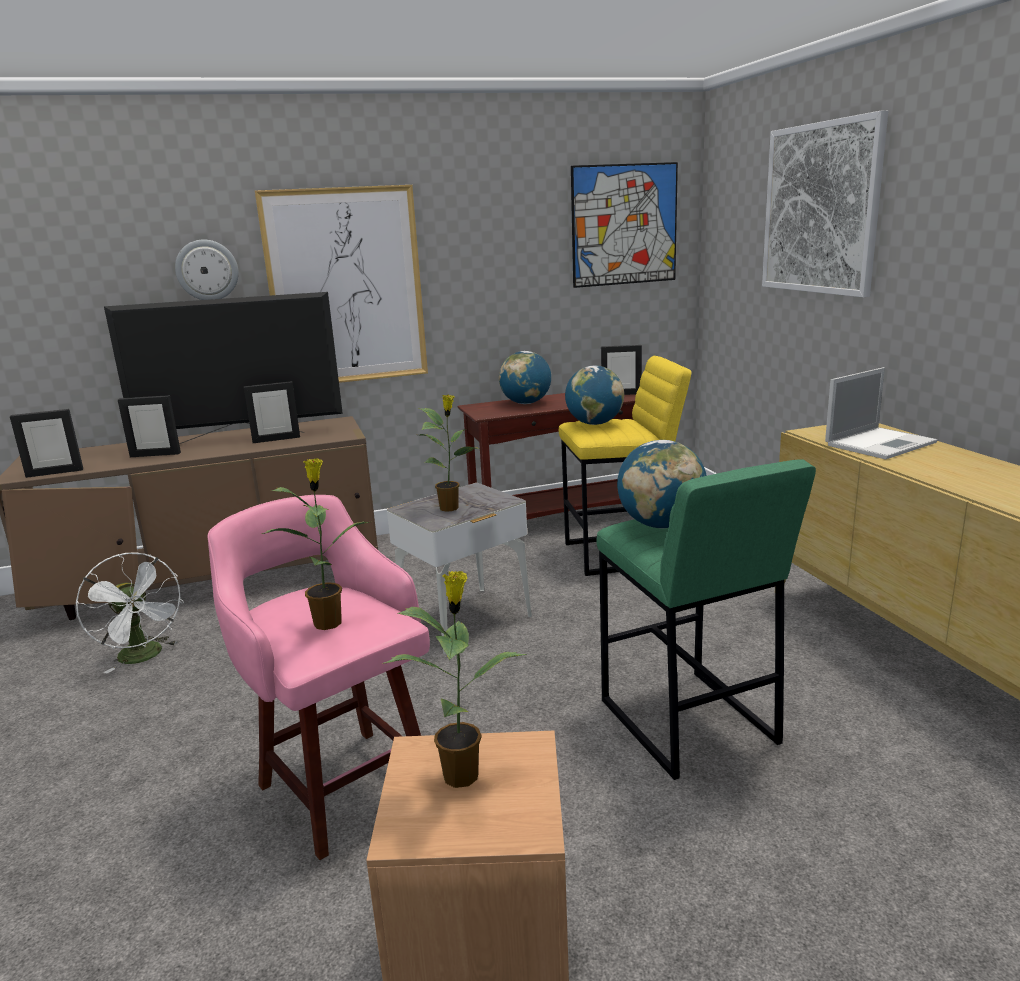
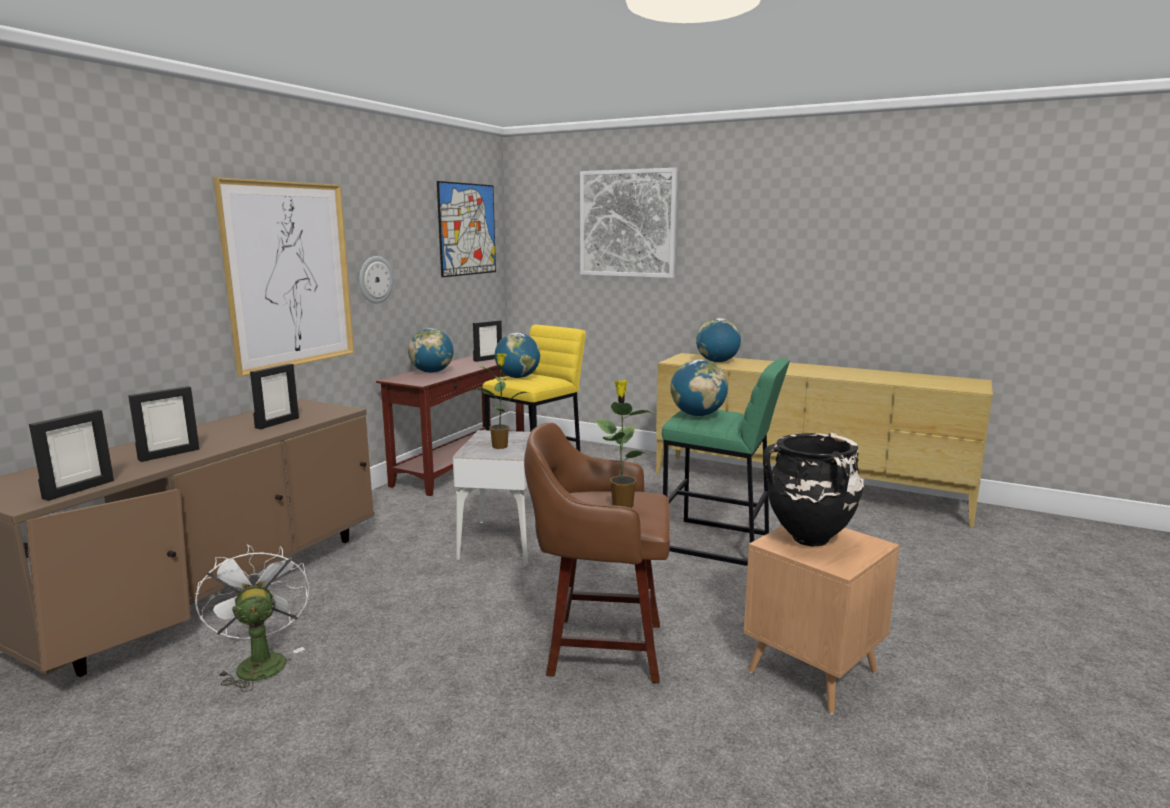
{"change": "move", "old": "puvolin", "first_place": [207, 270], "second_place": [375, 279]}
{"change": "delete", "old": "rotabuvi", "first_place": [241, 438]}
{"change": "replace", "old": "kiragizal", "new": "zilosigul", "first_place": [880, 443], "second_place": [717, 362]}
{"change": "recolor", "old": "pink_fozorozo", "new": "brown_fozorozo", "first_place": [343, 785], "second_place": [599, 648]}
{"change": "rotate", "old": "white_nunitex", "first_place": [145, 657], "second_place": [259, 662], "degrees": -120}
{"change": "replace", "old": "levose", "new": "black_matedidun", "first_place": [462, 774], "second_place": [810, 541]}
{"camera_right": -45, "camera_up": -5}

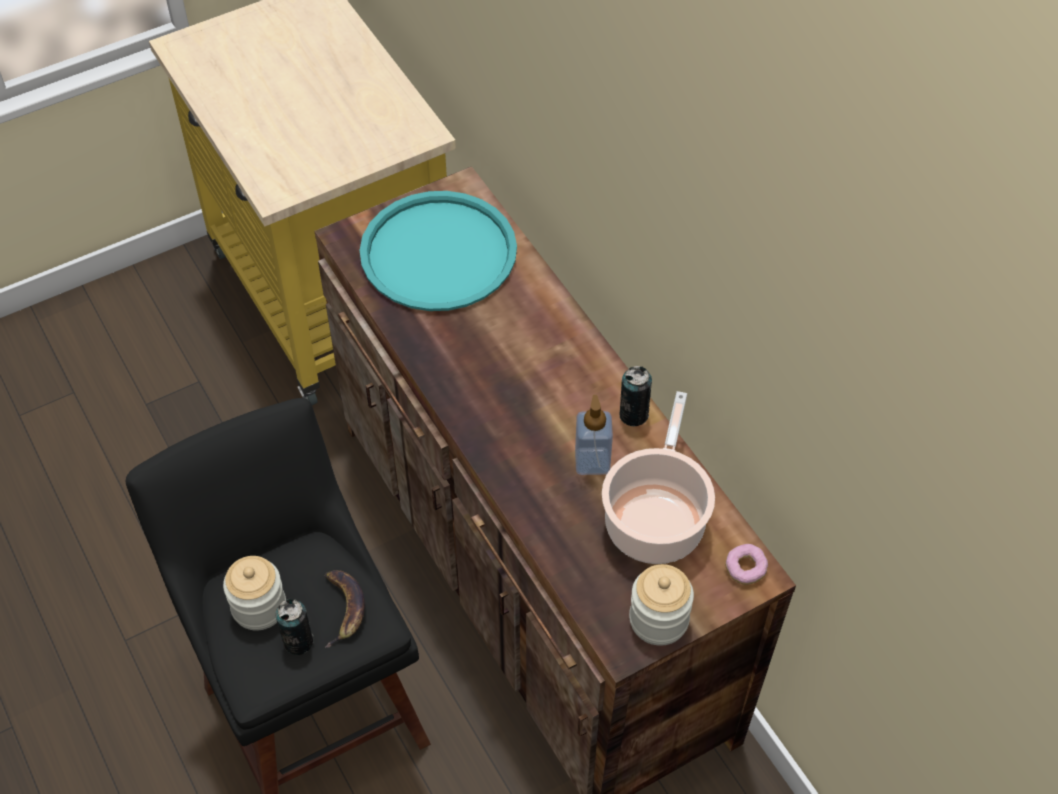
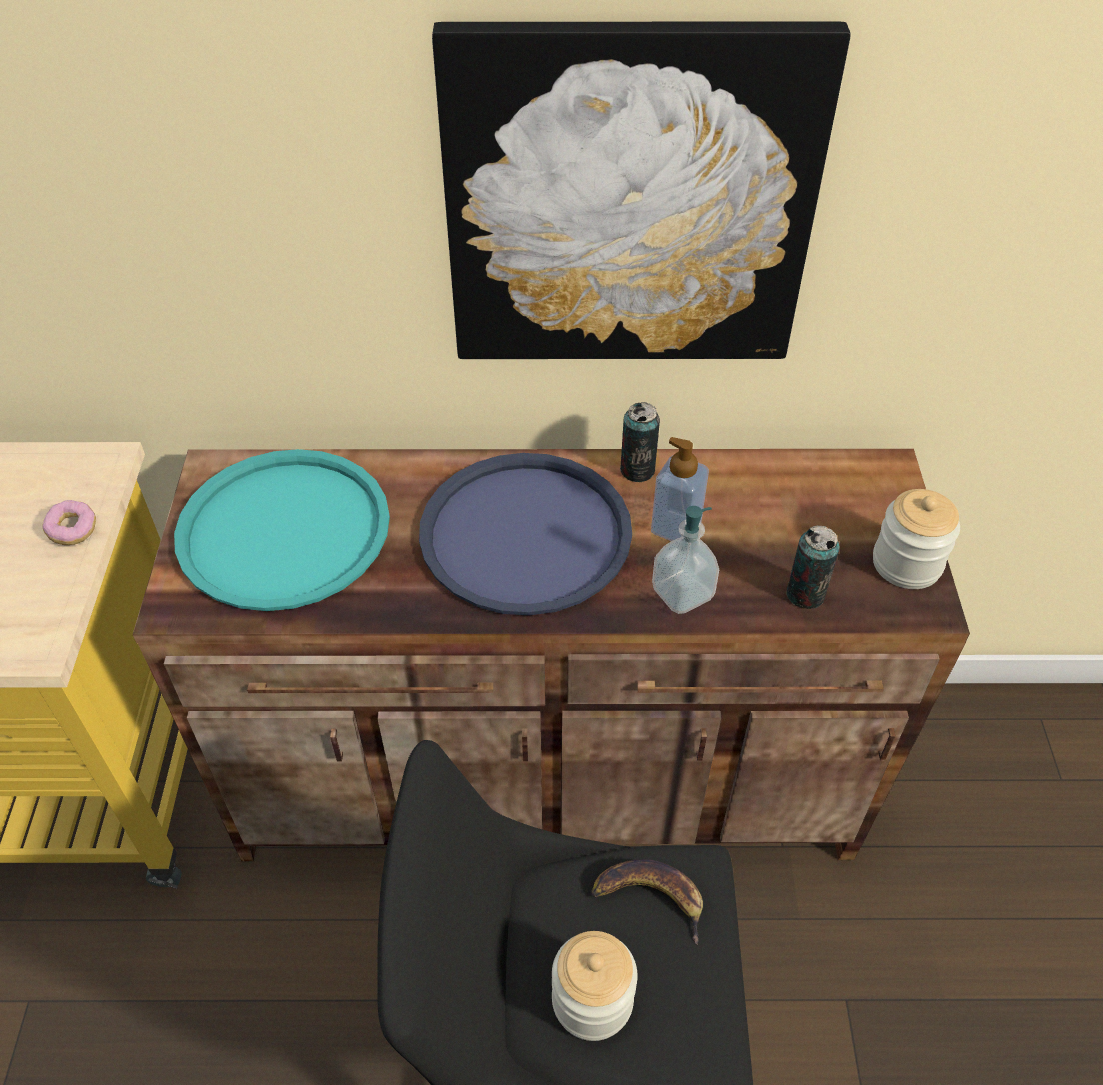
{"change": "delete", "old": "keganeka", "first_place": [656, 519]}
{"change": "move", "old": "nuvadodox", "first_place": [745, 569], "second_place": [73, 530]}
{"change": "move", "old": "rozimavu", "first_place": [298, 641], "second_place": [805, 594]}
{"change": "insert", "new": "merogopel", "second_place": [629, 202]}
{"change": "insert", "new": "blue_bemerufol", "second_place": [526, 534]}
{"change": "insert", "new": "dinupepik", "second_place": [682, 593]}
{"camera_right": -60, "camera_up": -5}

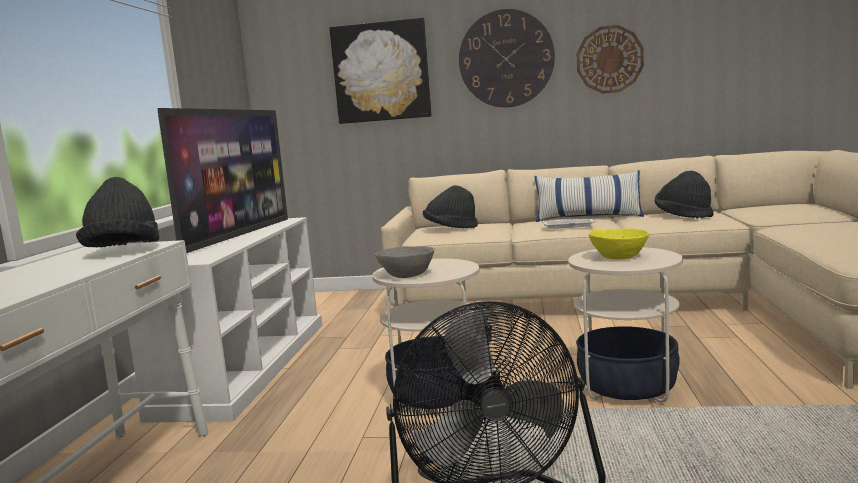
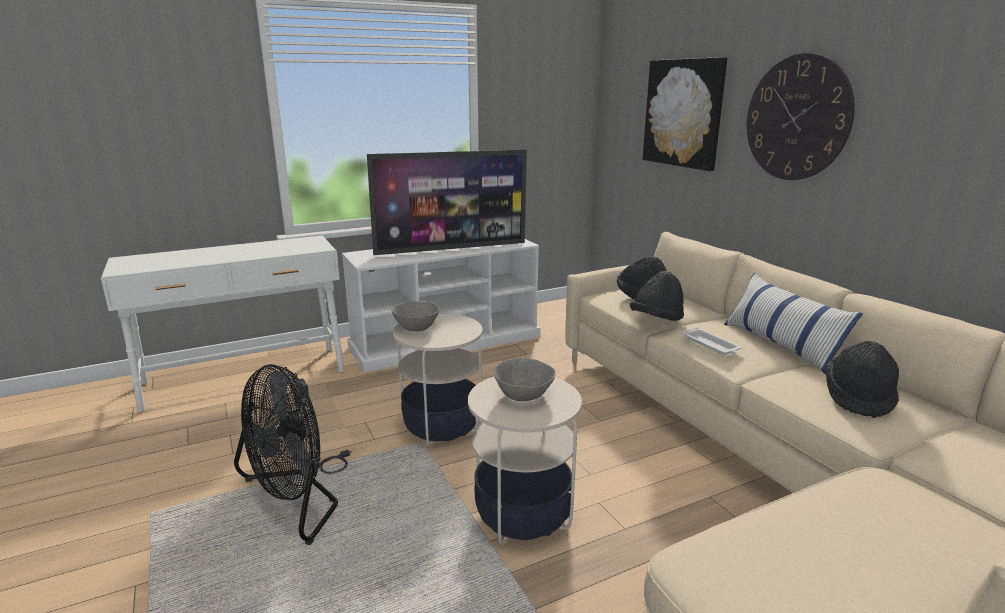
{"change": "delete", "old": "puvolin", "first_place": [609, 59]}
{"change": "move", "old": "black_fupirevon", "first_place": [123, 251], "second_place": [656, 320]}
{"change": "recolor", "old": "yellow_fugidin", "new": "grey_fugidin", "first_place": [619, 257], "second_place": [523, 395]}
{"camera_right": 55, "camera_up": 10}

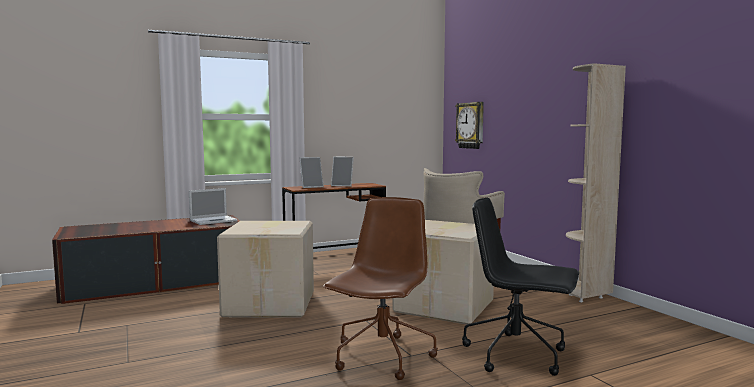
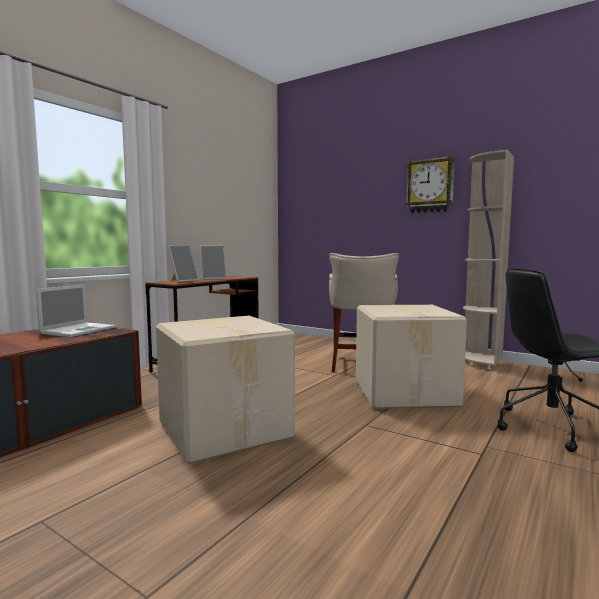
{"change": "move", "old": "puvolin", "first_place": [471, 125], "second_place": [430, 186]}
{"change": "delete", "old": "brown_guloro", "first_place": [381, 359]}
{"camera_right": -30, "camera_up": 0}

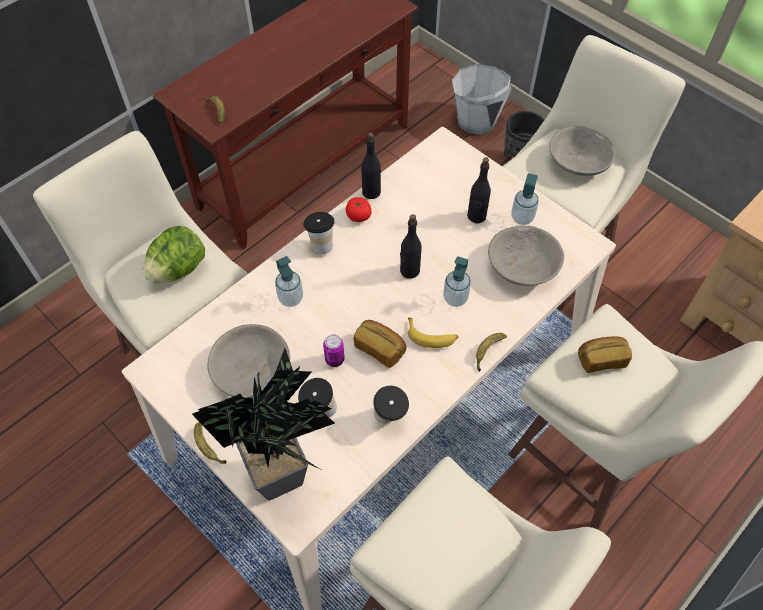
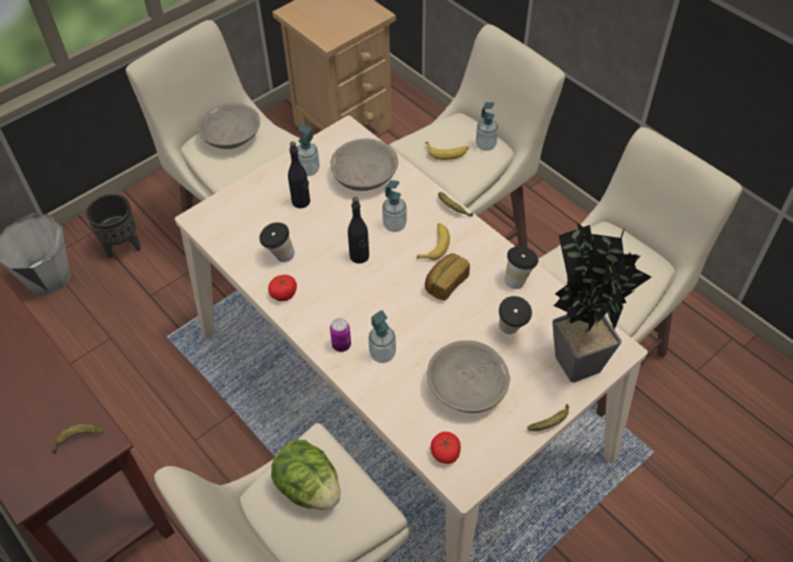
{"change": "delete", "old": "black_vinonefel", "first_place": [371, 192]}
{"change": "move", "old": "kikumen", "first_place": [321, 244], "second_place": [279, 257]}
{"change": "move", "old": "rozimavu", "first_place": [334, 359], "second_place": [341, 345]}
{"change": "replace", "old": "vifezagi", "new": "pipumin", "first_place": [601, 359], "second_place": [447, 152]}
{"change": "insert", "new": "dinupepik", "second_place": [485, 145]}
{"change": "insert", "new": "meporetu", "second_place": [445, 453]}
{"camera_right": -85, "camera_up": -5}

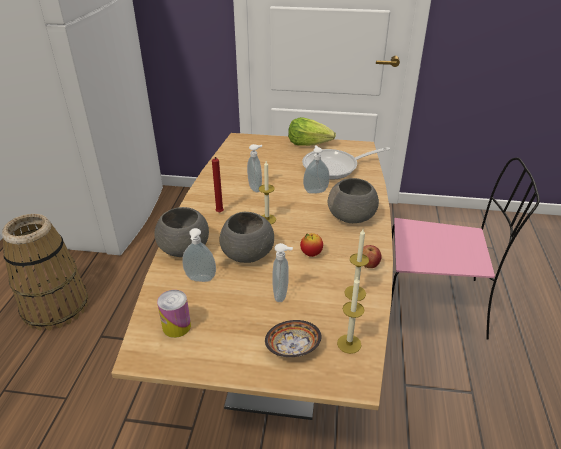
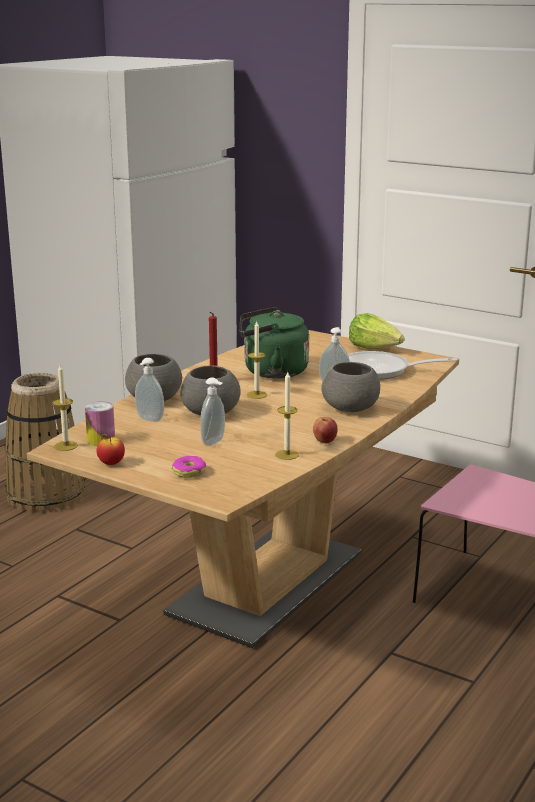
{"change": "replace", "old": "dinupepik", "new": "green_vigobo", "first_place": [256, 188], "second_place": [271, 372]}
{"change": "move", "old": "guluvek", "first_place": [311, 254], "second_place": [111, 463]}
{"change": "move", "old": "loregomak", "first_place": [349, 344], "second_place": [66, 446]}
{"change": "replace", "old": "fugidin", "new": "nuvadodox", "first_place": [294, 348], "second_place": [189, 472]}
{"camera_right": 25, "camera_up": -15}

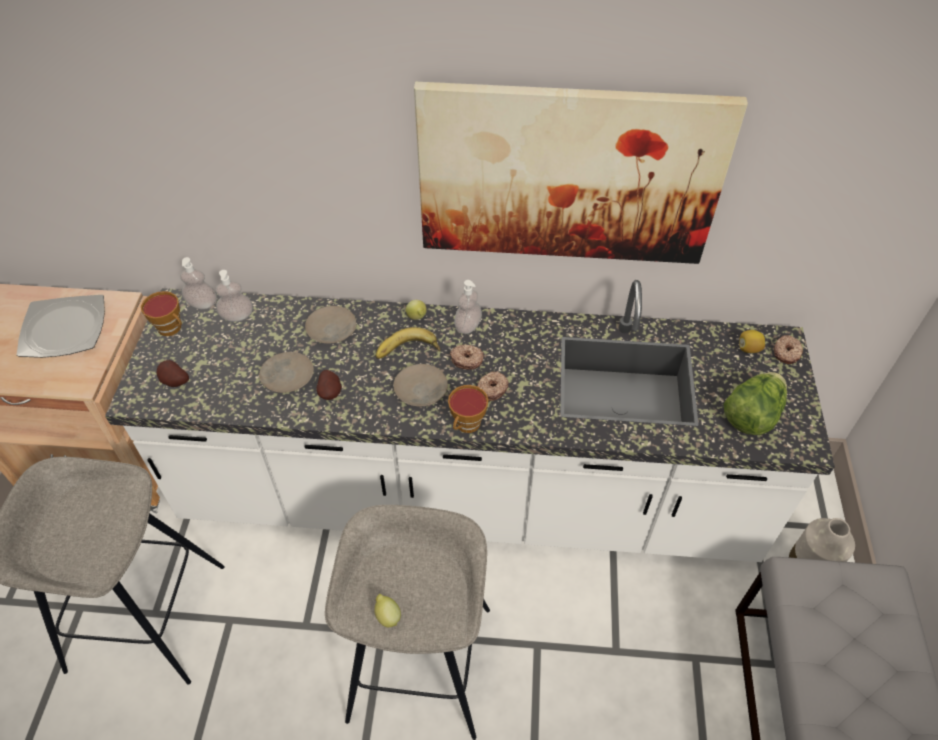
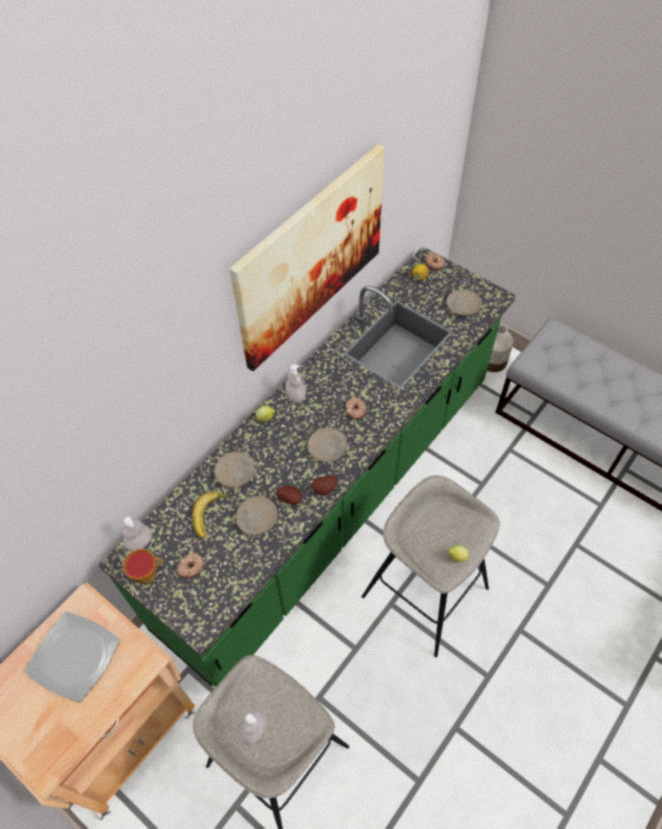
{"change": "move", "old": "dinupepik", "first_place": [237, 316], "second_place": [255, 729]}
{"change": "recolor", "old": "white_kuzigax", "new": "green_kuzigax", "first_place": [469, 498], "second_place": [333, 500]}
{"change": "move", "old": "pipumin", "first_place": [408, 352], "second_place": [211, 516]}
{"change": "move", "old": "nuvadodox", "first_place": [467, 359], "second_place": [191, 567]}
{"change": "move", "old": "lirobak", "first_place": [174, 382], "second_place": [325, 490]}
{"change": "replace", "old": "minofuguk", "new": "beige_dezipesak", "first_place": [751, 415], "second_place": [462, 305]}
{"change": "delete", "old": "kikumen", "first_place": [466, 425]}
{"camera_right": -55, "camera_up": 5}

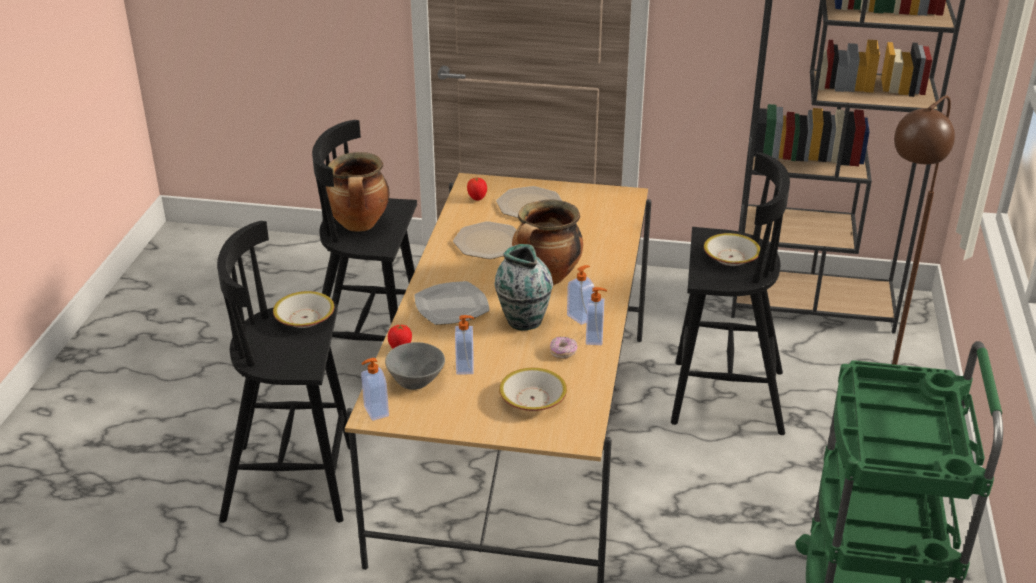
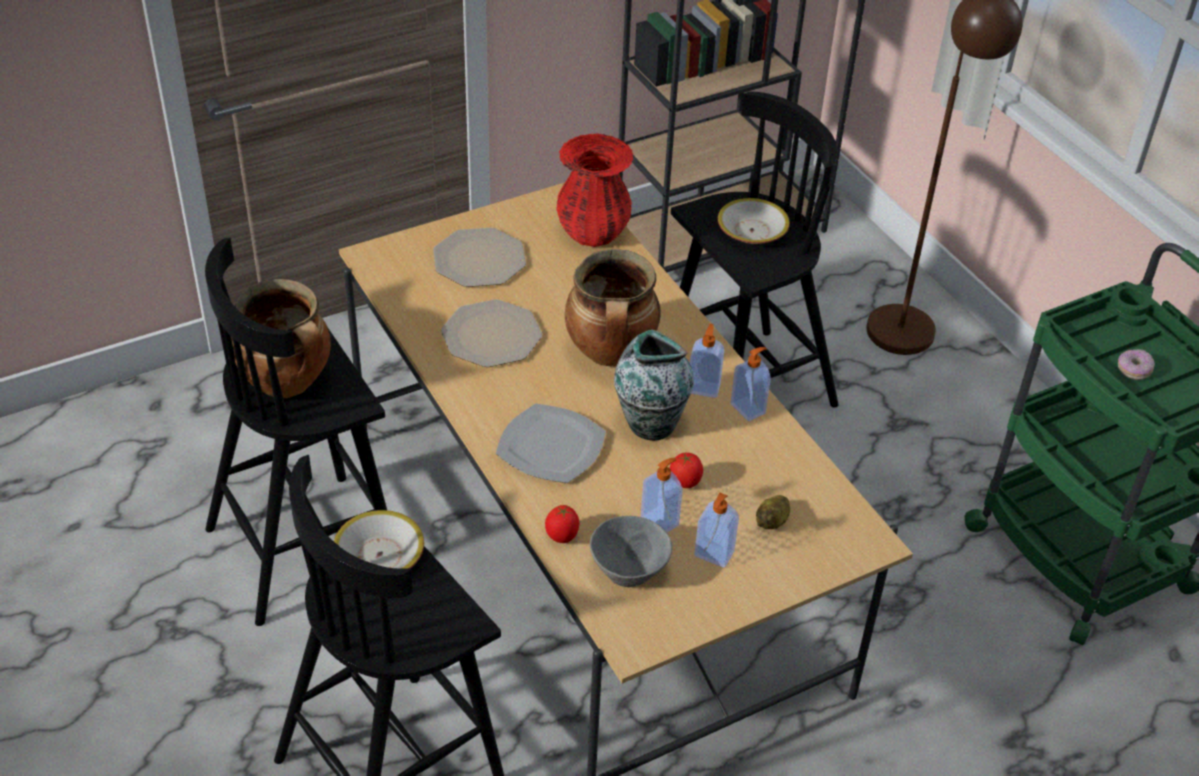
{"change": "move", "old": "meporetu", "first_place": [477, 199], "second_place": [685, 483]}
{"change": "move", "old": "nuvadodox", "first_place": [563, 352], "second_place": [1133, 370]}
{"change": "move", "old": "dinupepik", "first_place": [375, 412], "second_place": [713, 555]}
{"change": "replace", "old": "fugidin", "new": "lirobak", "first_place": [532, 399], "second_place": [773, 521]}
{"change": "insert", "new": "red_matedidun", "second_place": [593, 233]}
{"camera_right": -40, "camera_up": 10}

